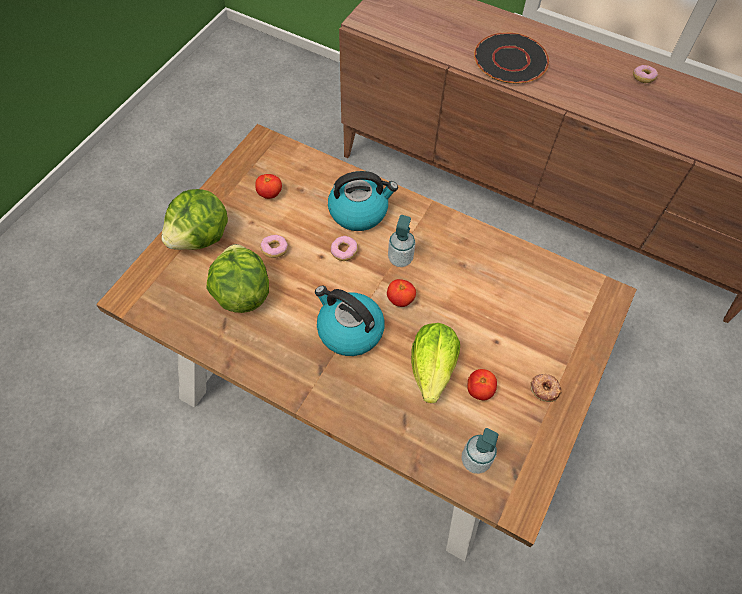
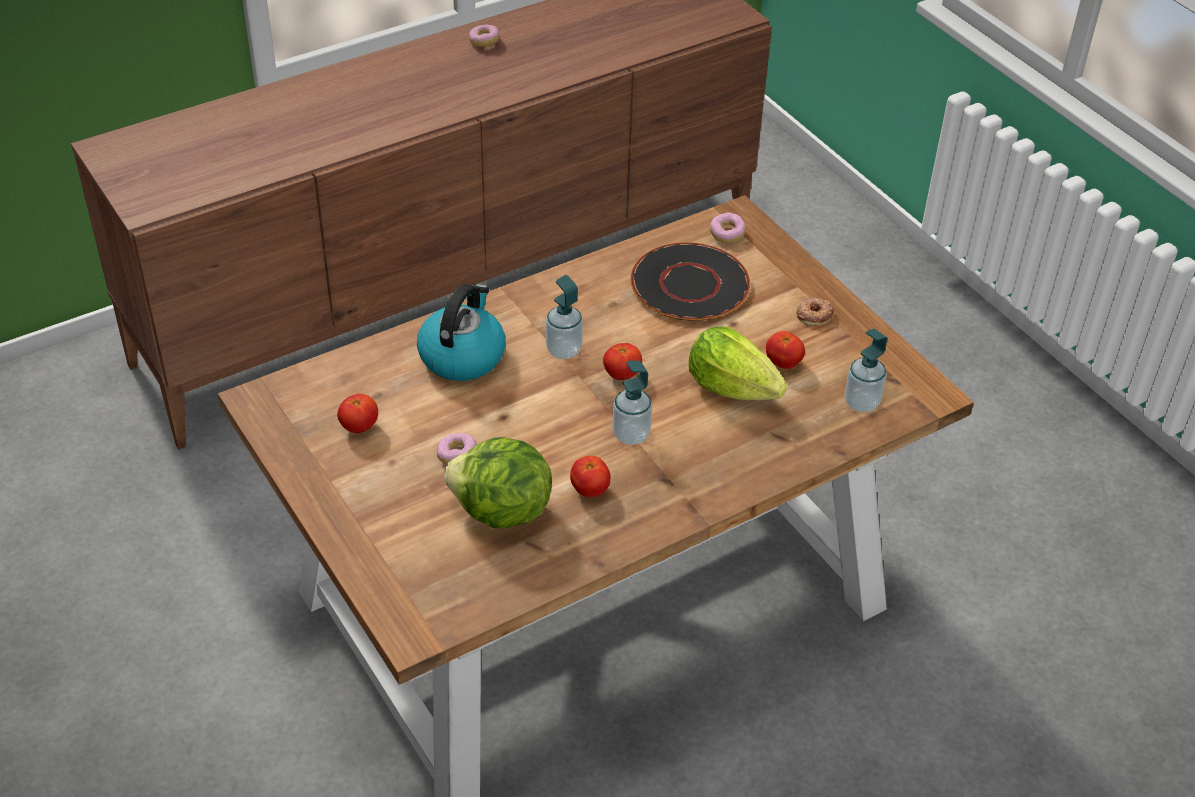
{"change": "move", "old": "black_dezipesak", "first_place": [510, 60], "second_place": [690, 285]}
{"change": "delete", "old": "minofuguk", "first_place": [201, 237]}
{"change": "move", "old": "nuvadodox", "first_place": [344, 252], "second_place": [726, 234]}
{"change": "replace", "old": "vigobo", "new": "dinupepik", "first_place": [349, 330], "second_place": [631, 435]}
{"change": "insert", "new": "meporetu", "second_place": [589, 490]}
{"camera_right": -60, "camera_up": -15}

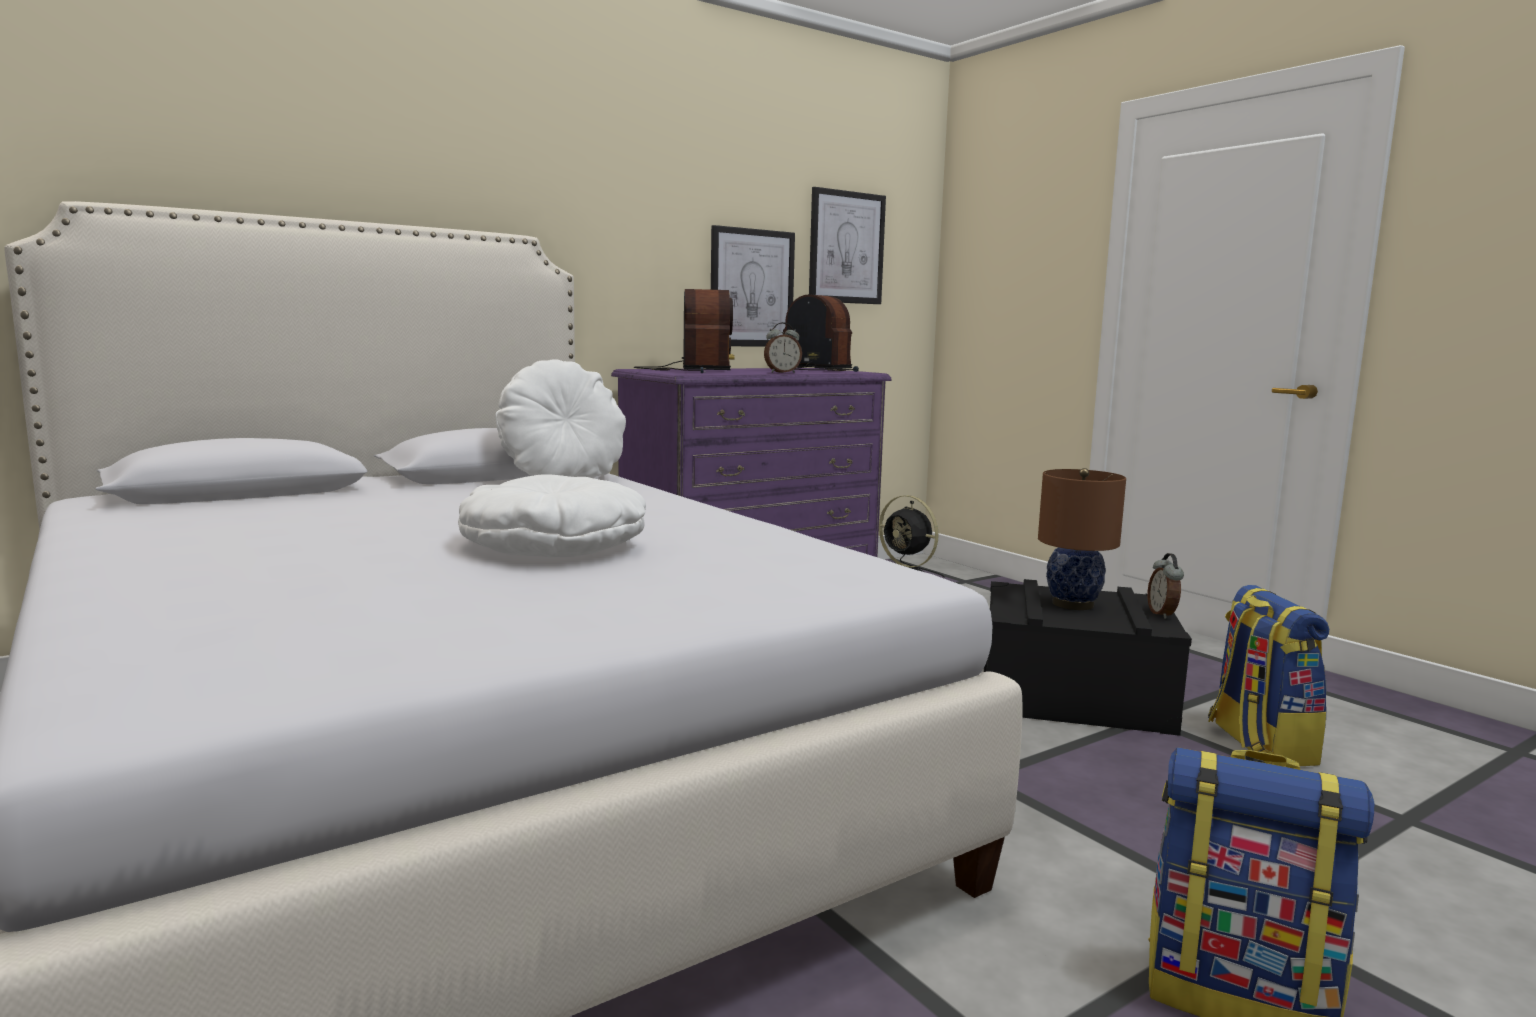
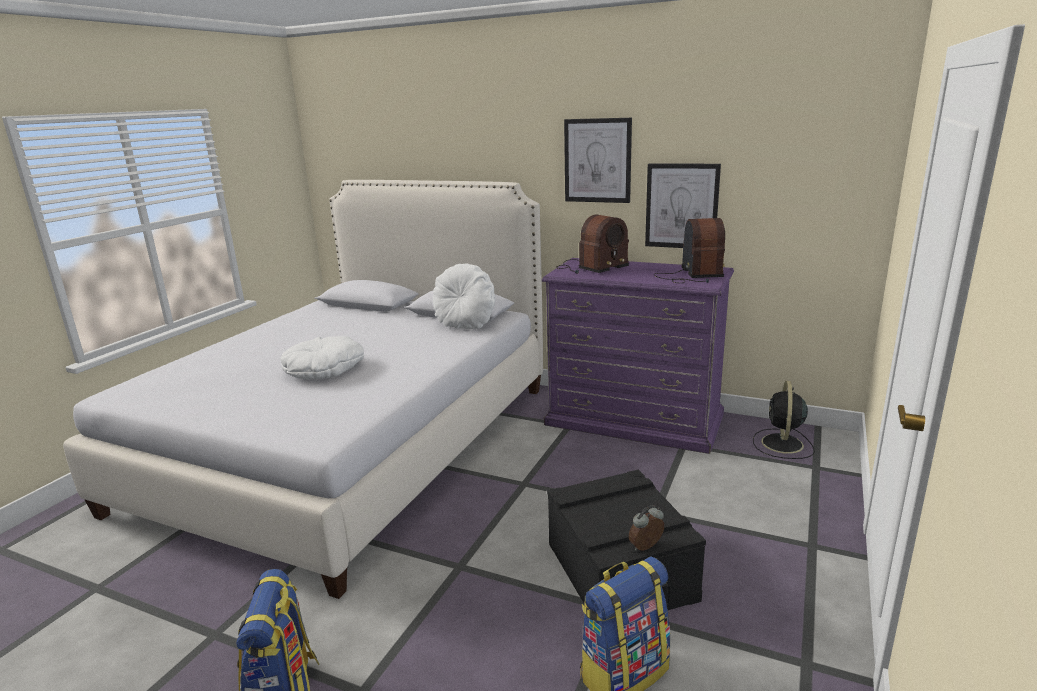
{"change": "move", "old": "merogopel", "first_place": [846, 247], "second_place": [597, 160]}
{"change": "delete", "old": "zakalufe", "first_place": [782, 372]}
{"change": "delete", "old": "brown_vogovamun", "first_place": [1073, 604]}
{"camera_right": 60, "camera_up": 10}

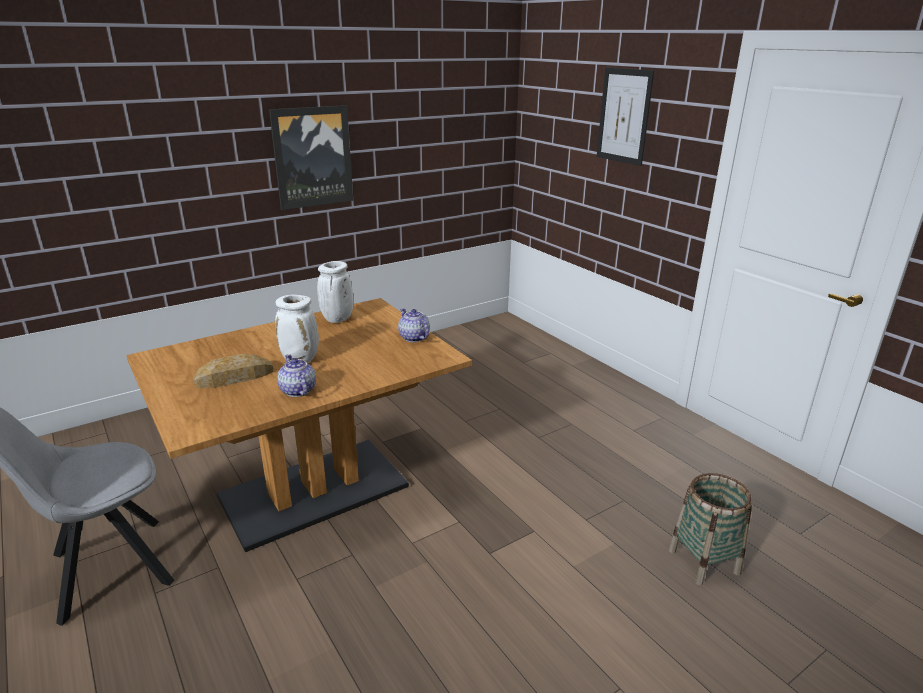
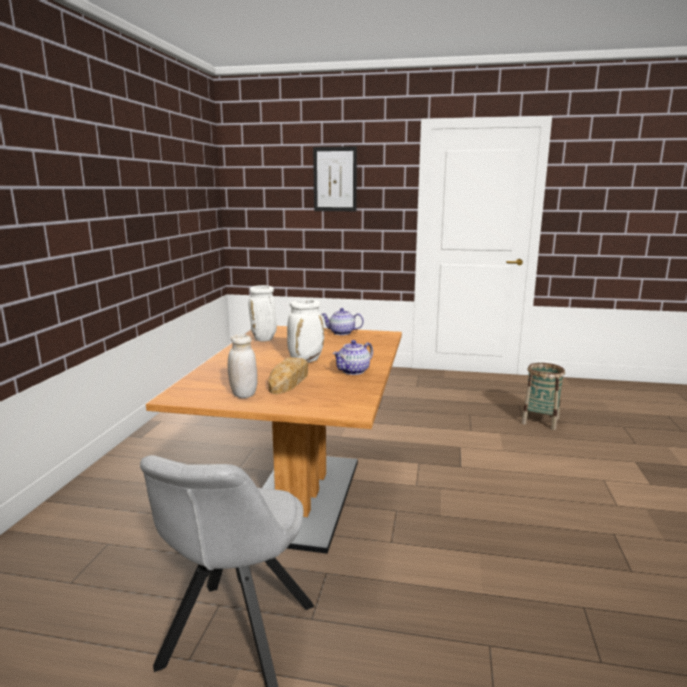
{"change": "delete", "old": "merogopel", "first_place": [312, 157]}
{"change": "rotate", "old": "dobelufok", "first_place": [297, 391], "second_place": [354, 371], "degrees": -60}
{"change": "insert", "new": "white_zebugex", "second_place": [243, 394]}
{"camera_right": -45, "camera_up": -10}

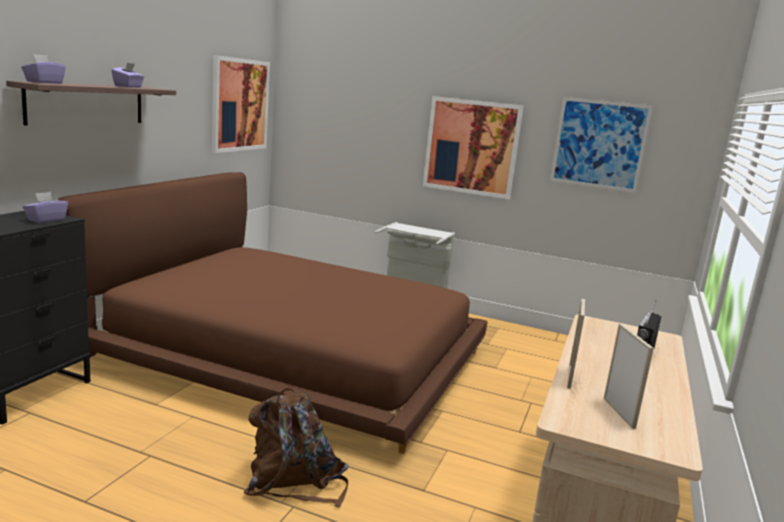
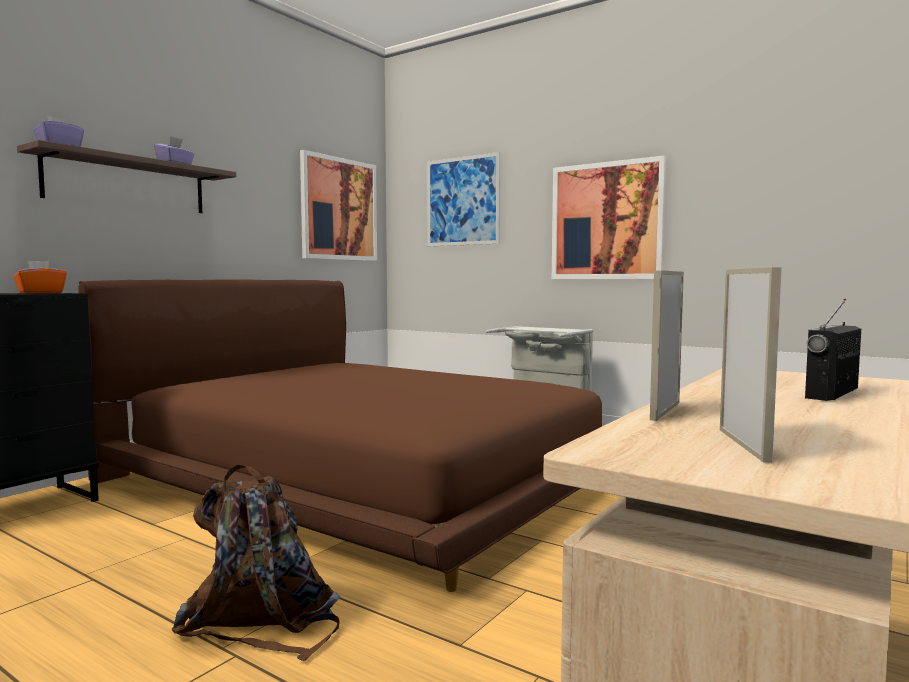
{"change": "move", "old": "merogopel", "first_place": [599, 144], "second_place": [462, 201]}
{"change": "recolor", "old": "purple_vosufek", "new": "orange_vosufek", "first_place": [46, 220], "second_place": [41, 293]}
{"camera_right": 15, "camera_up": -10}

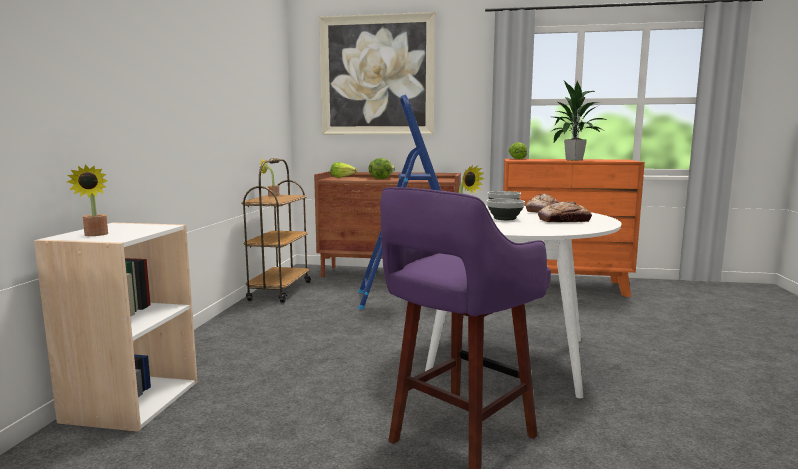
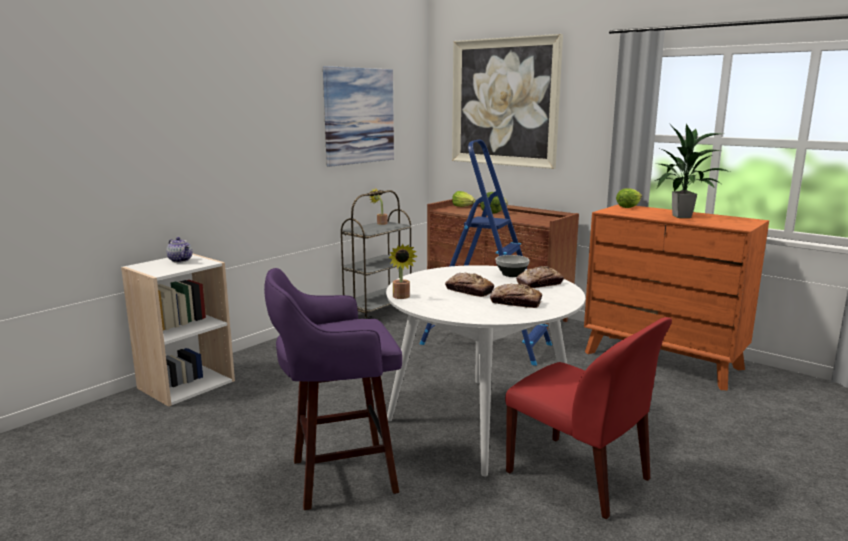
{"change": "recolor", "old": "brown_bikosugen", "new": "grey_bikosugen", "first_place": [279, 291], "second_place": [378, 313]}
{"change": "delete", "old": "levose", "first_place": [95, 235]}
{"change": "replace", "old": "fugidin", "new": "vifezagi", "first_place": [504, 219], "second_place": [469, 291]}
{"change": "insert", "new": "merogopel", "second_place": [359, 116]}
{"change": "insert", "new": "dobelufok", "second_place": [181, 260]}
{"change": "insert", "new": "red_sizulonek", "second_place": [580, 477]}
{"camera_right": 30, "camera_up": 5}

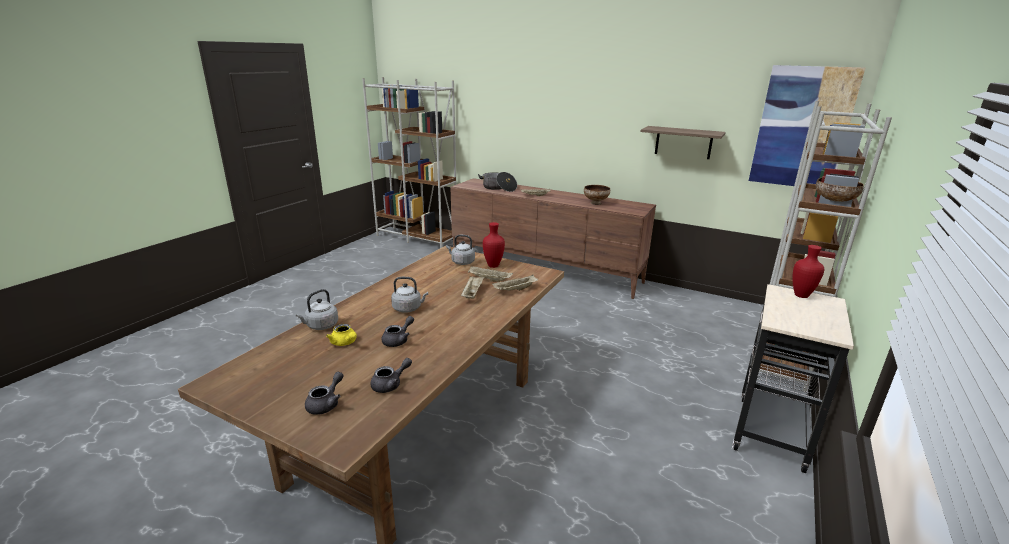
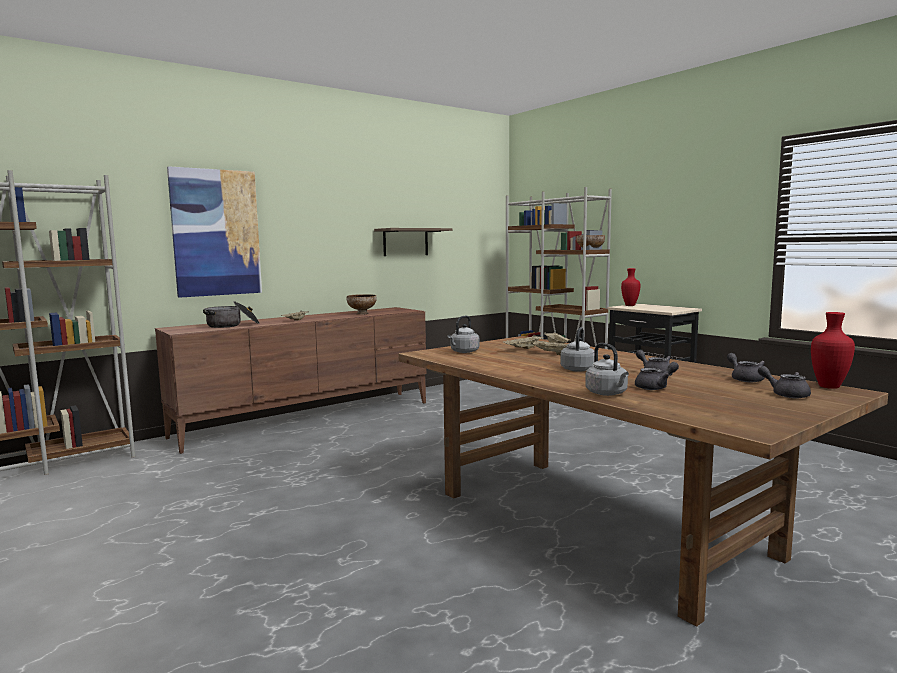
{"change": "move", "old": "merogopel", "first_place": [802, 128], "second_place": [216, 233]}
{"change": "move", "old": "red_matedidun", "first_place": [492, 265], "second_place": [828, 387]}
{"change": "recolor", "old": "yellow_dobelufok", "new": "grey_dobelufok", "first_place": [345, 343], "second_place": [655, 387]}
{"camera_right": -65, "camera_up": -15}

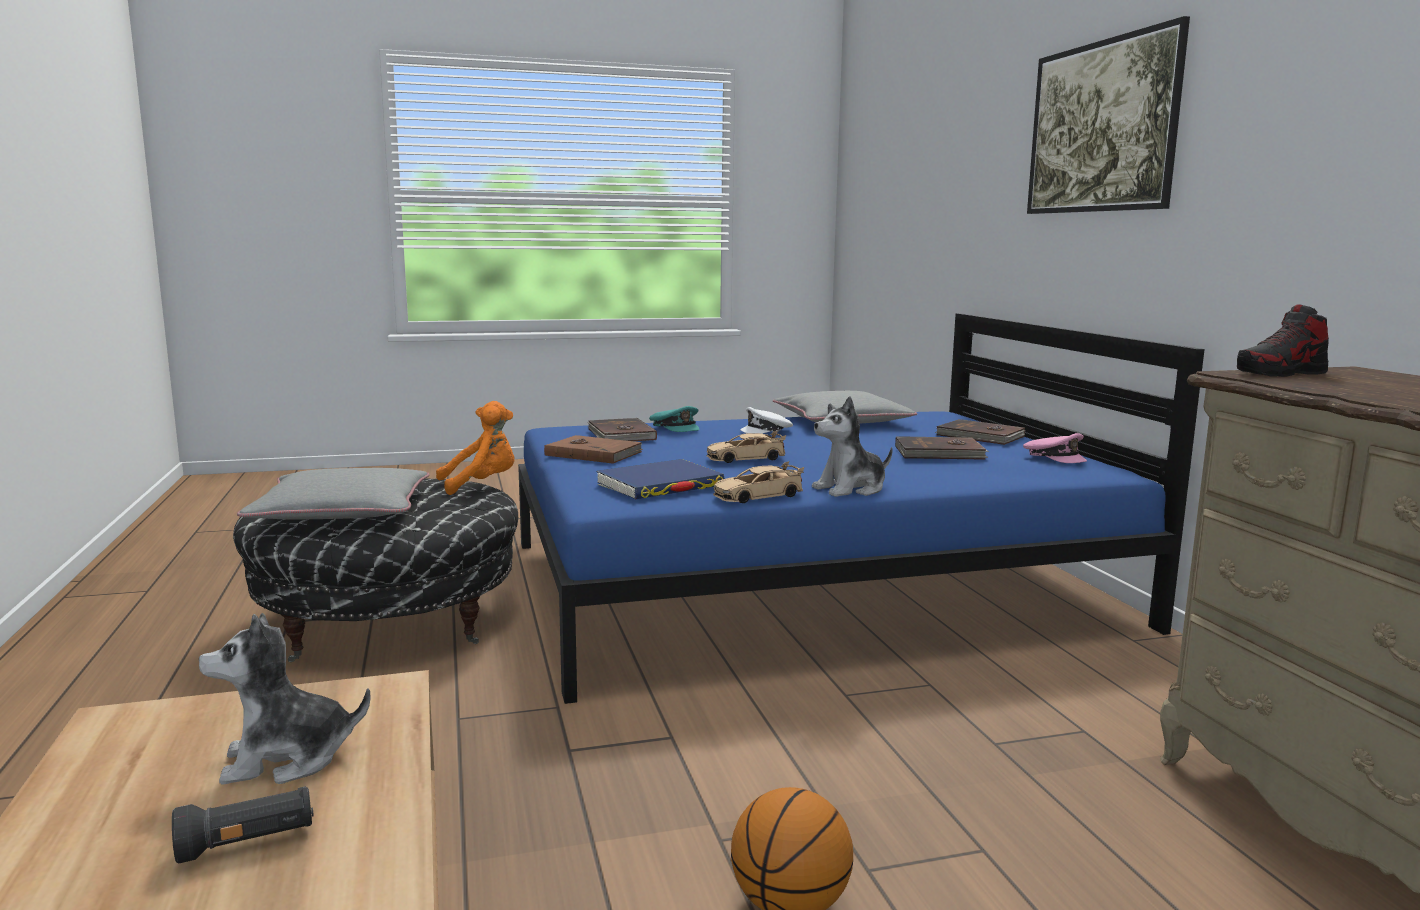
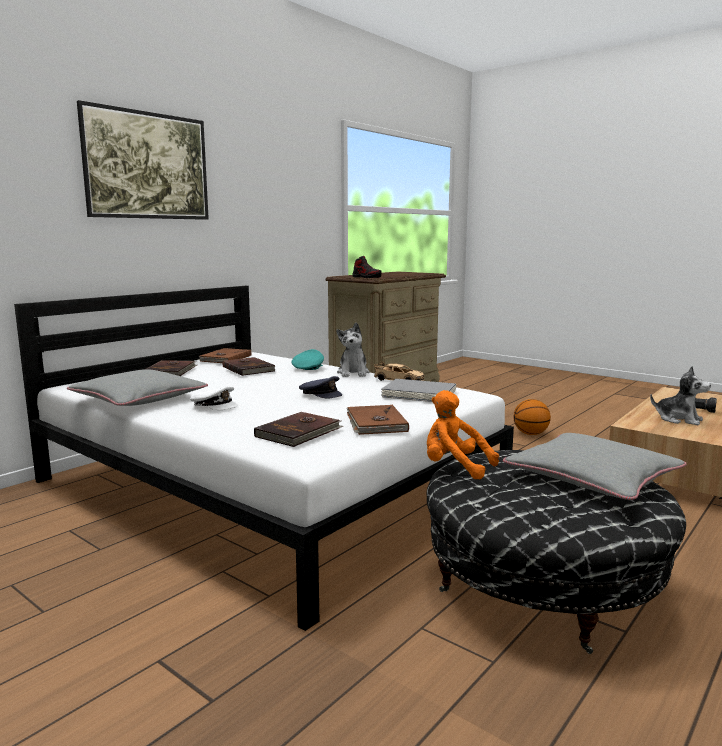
{"change": "recolor", "old": "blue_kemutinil", "new": "white_kemutinil", "first_place": [809, 584], "second_place": [268, 485]}
{"change": "rotate", "old": "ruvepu", "first_place": [851, 489], "second_place": [353, 373], "degrees": 60}
{"change": "move", "old": "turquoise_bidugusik", "first_place": [676, 428], "second_place": [308, 368]}
{"change": "replace", "old": "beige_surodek", "new": "grey_bidugusik", "first_place": [746, 458], "second_place": [321, 394]}
{"change": "replace", "old": "pink_bidugusik", "new": "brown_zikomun", "first_place": [1054, 457], "second_place": [225, 358]}
{"change": "recolor", "old": "blue_zikomun", "new": "grey_zikomun", "first_place": [660, 486], "second_place": [419, 394]}
{"camera_right": -125, "camera_up": 0}

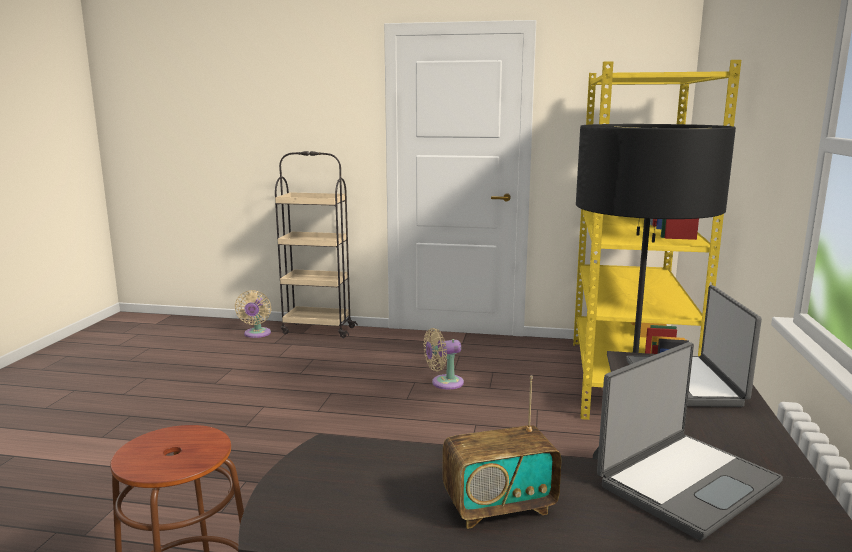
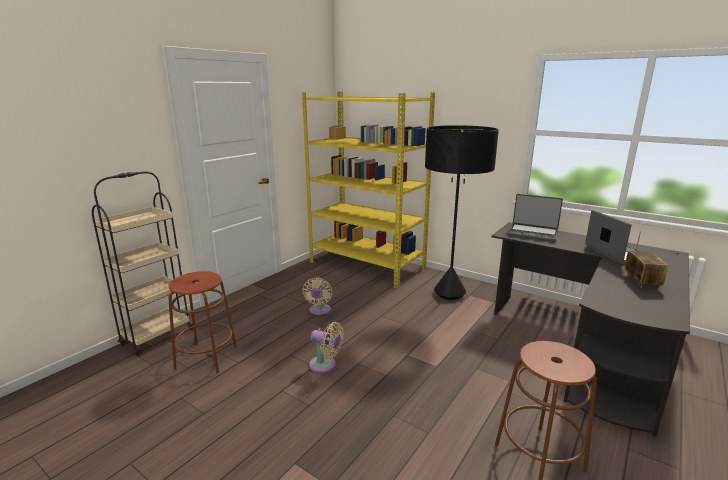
{"change": "move", "old": "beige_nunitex", "first_place": [256, 334], "second_place": [325, 365]}
{"change": "insert", "new": "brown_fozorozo", "second_place": [206, 357]}
{"camera_right": -65, "camera_up": 5}

